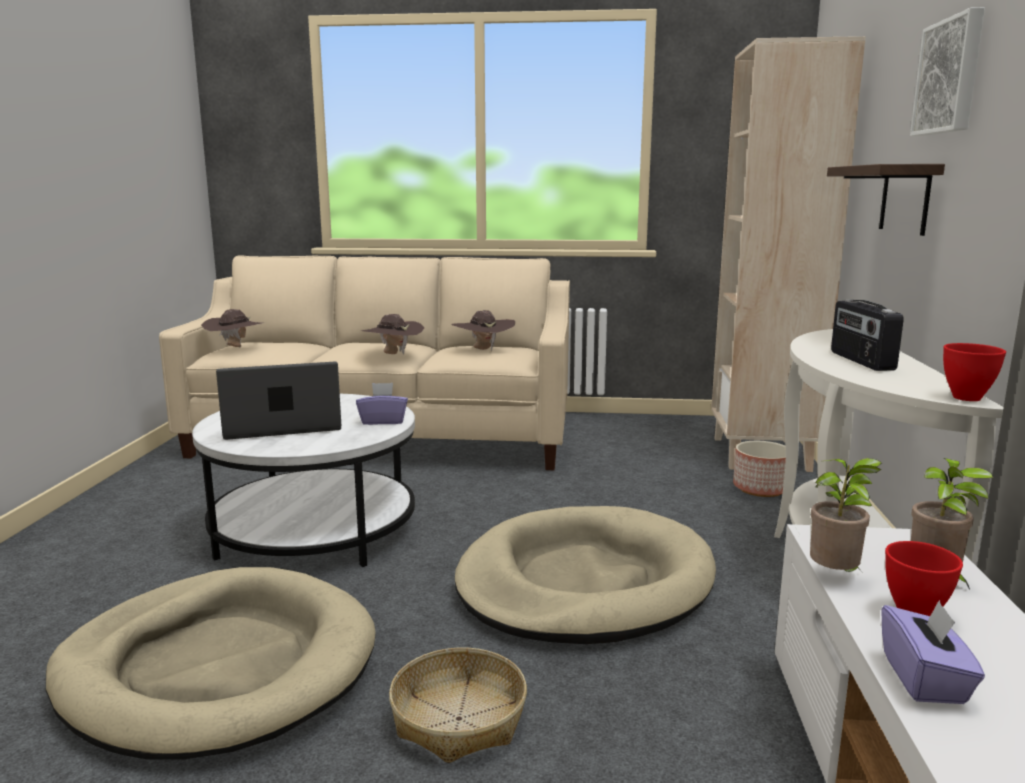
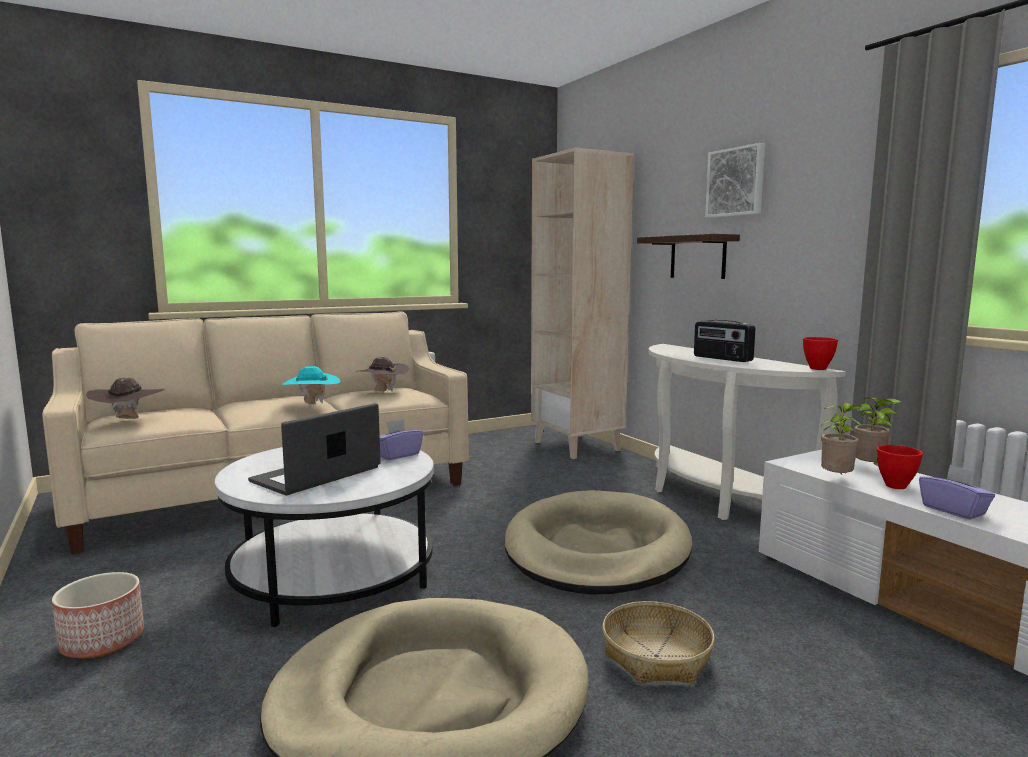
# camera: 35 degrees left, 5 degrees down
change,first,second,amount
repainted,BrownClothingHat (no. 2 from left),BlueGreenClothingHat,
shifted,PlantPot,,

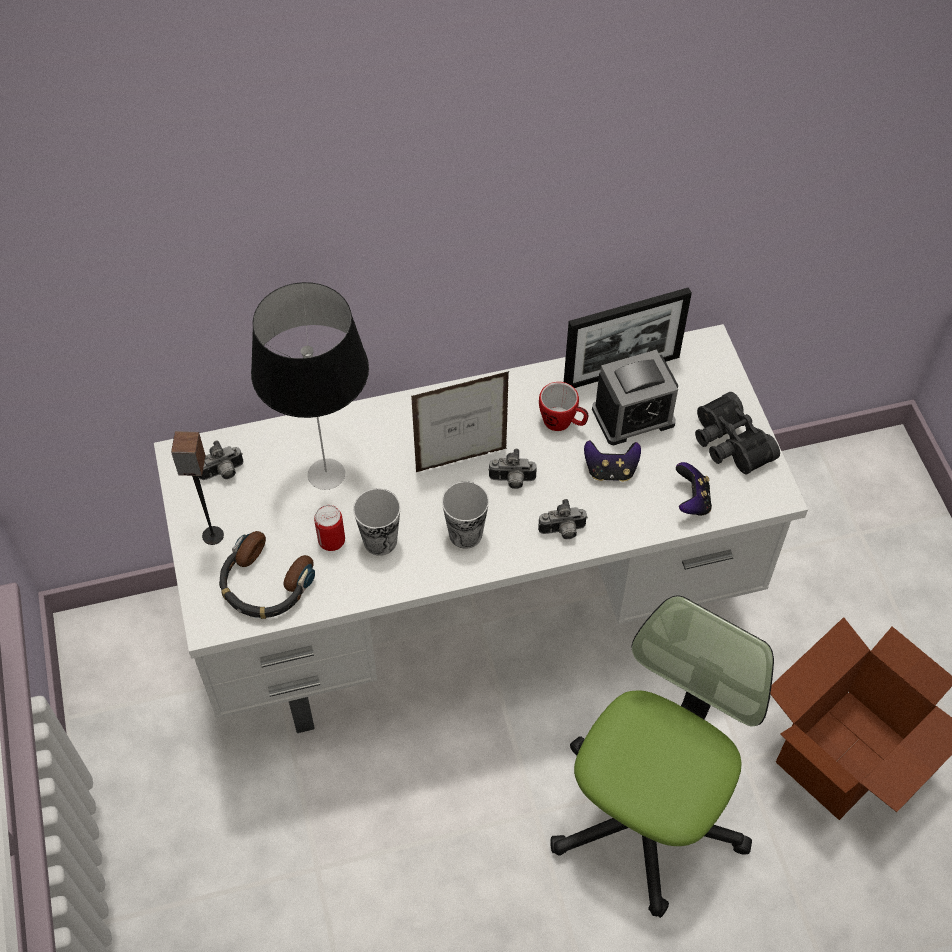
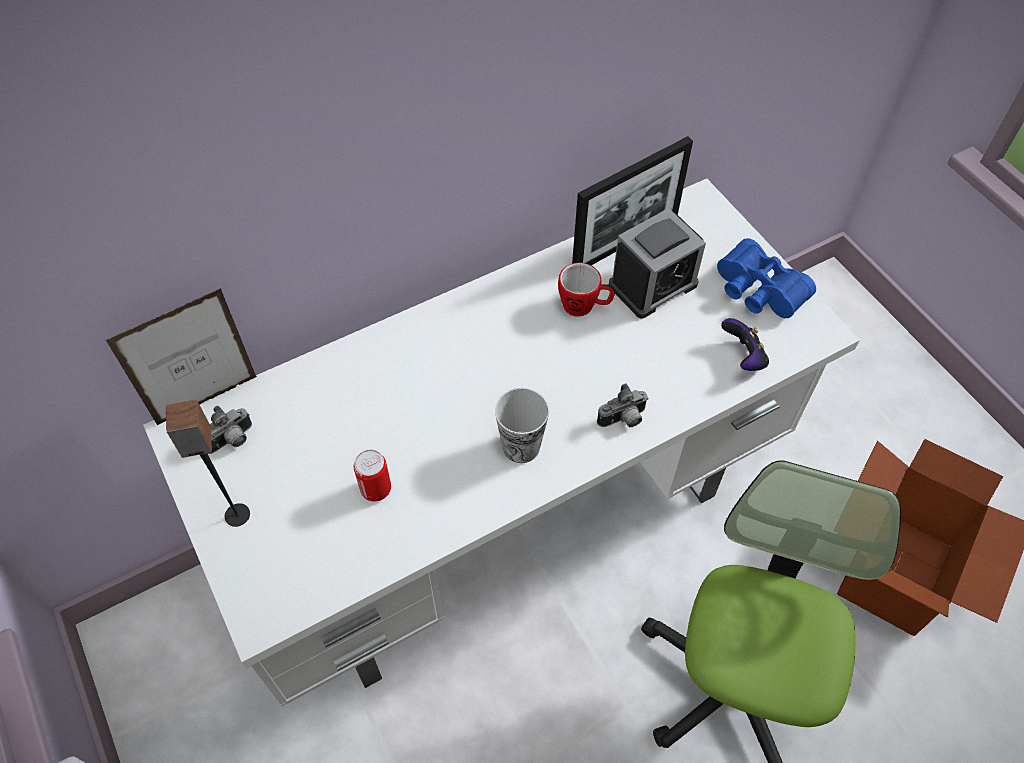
# camera: 15 degrees left, 0 degrees up
change,first,second,amount
gone,TableLamp,,
shifted,PhotoFrame (no. 1 from left),,
repainted,BlackColouredPairOfBinoculars,BlueColouredPairOfBinoculars,
gone,GameController (no. 1 from left),,
gone,PhotoCamera (no. 2 from left),,
gone,SmallCup (no. 1 from left),,
gone,Headphones,,

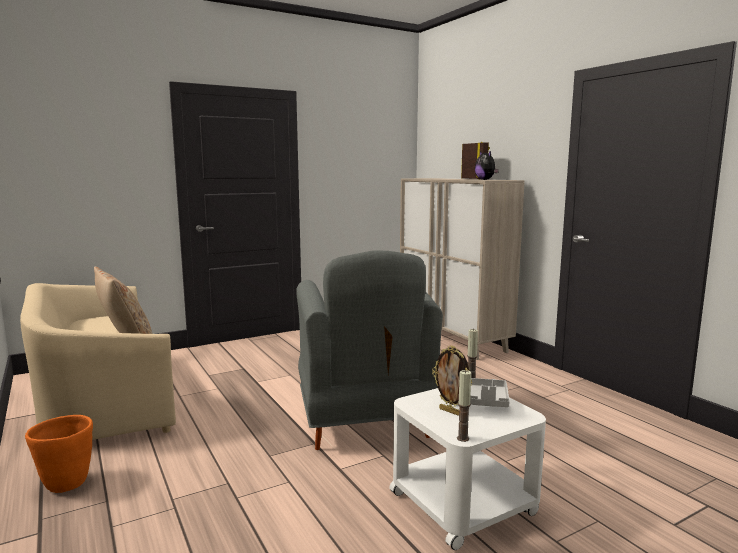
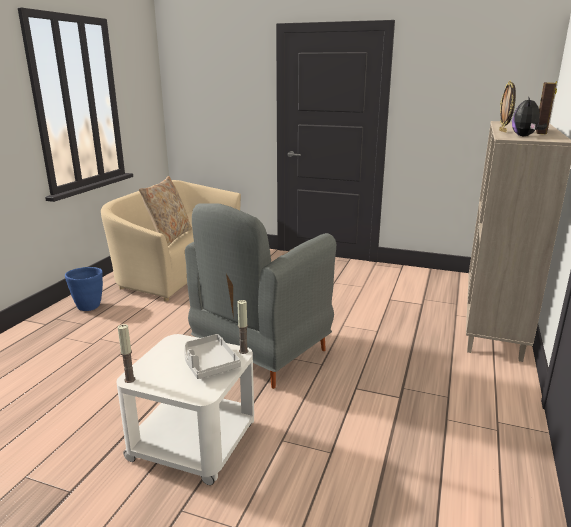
# camera: 50 degrees right, 10 degrees up
change,first,second,amount
shifted,PhotoFrame (no. 1 from left),,
repainted,OrangeColouredPlantPot,BlueColouredPlantPot,

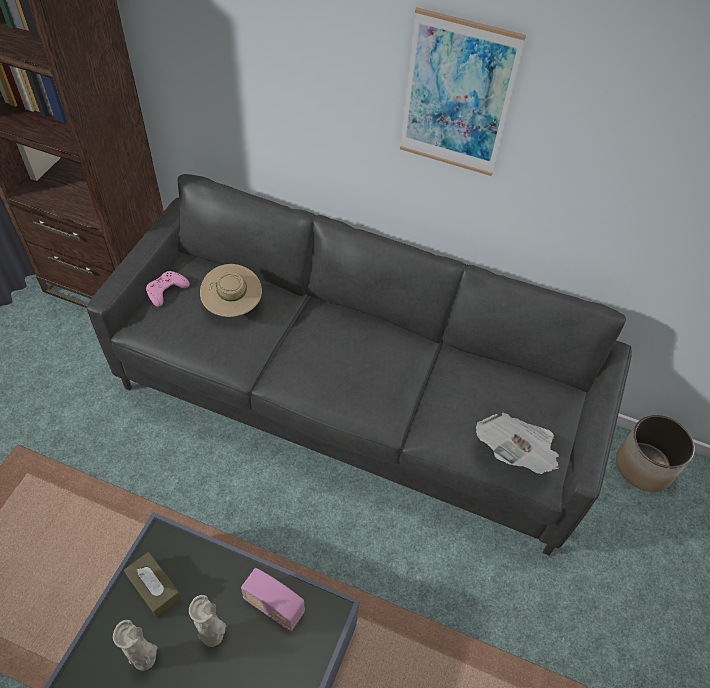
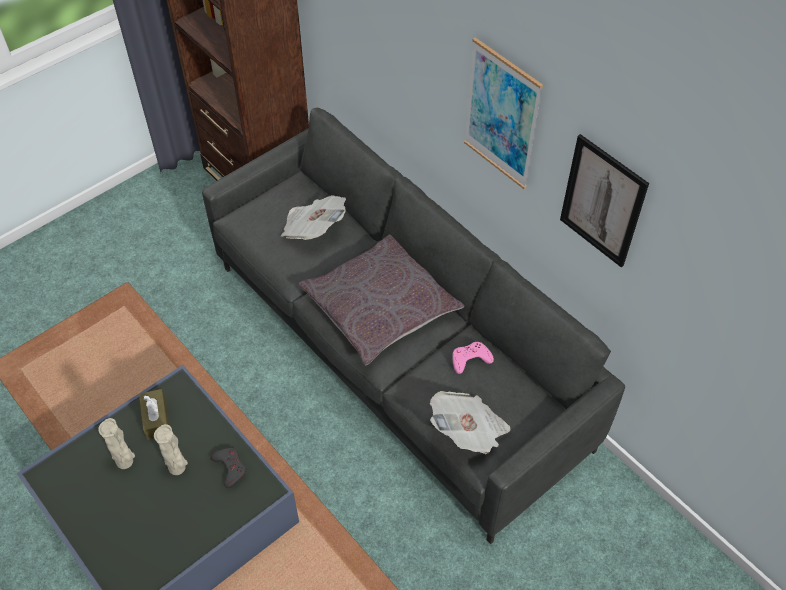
# camera: 30 degrees right, 0 degrees up
change,first,second,amount
swapped,BeigeColouredClothingHat,Newspaper (no. 1 from left),
shifted,PinkGameController,,
gone,PlantPot,,
swapped,RadioReceiver,GreyishGameController,
new,,WallArt (no. 2 from left),
new,,GreyishThrowPillow,

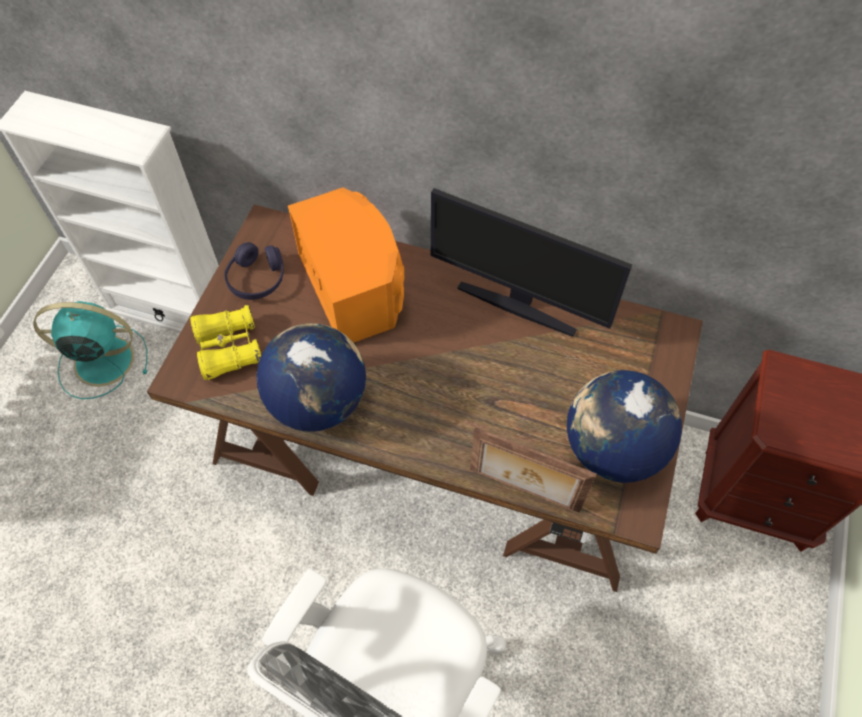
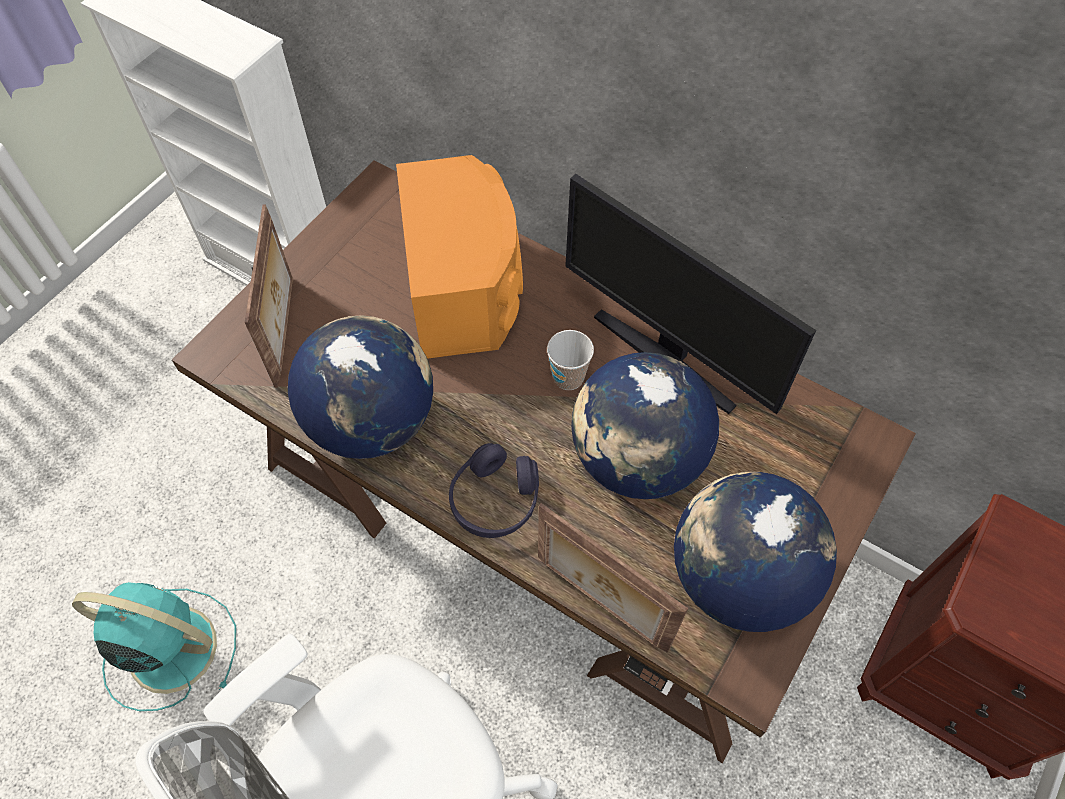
# camera: 15 degrees right, 0 degrees up
change,first,second,amount
shifted,PurpleColouredHeadphones,,
shifted,BlueGreenFan,,
swapped,YellowColouredPairOfBinoculars,PhotoFrame (no. 1 from left),
new,,SmallCup,
new,,Globe (no. 2 from left),

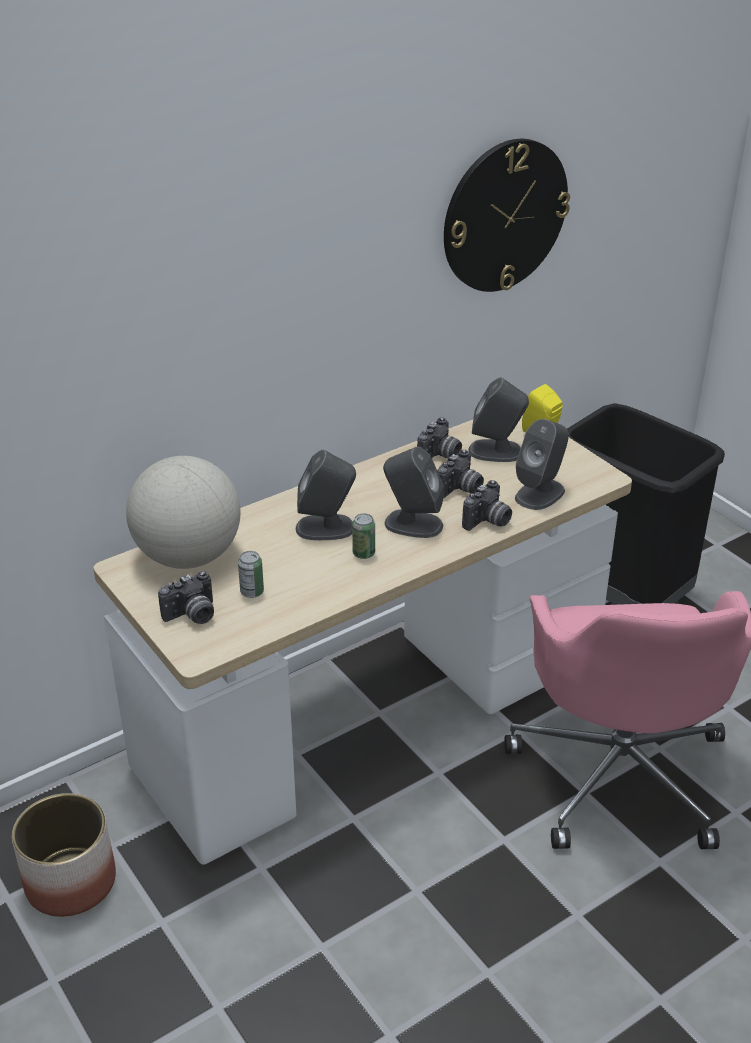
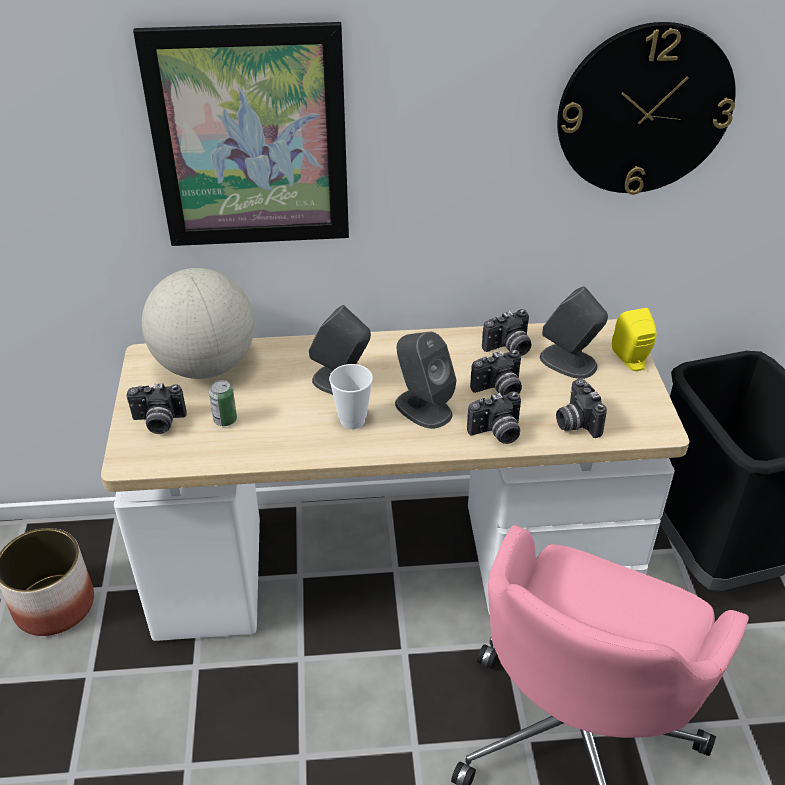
# camera: 30 degrees right, 5 degrees up
change,first,second,amount
swapped,GreyishLoudspeaker (no. 4 from left),PhotoCamera (no. 5 from left),
swapped,SealedCan (no. 2 from left),SmallCup,
new,,WallArt,

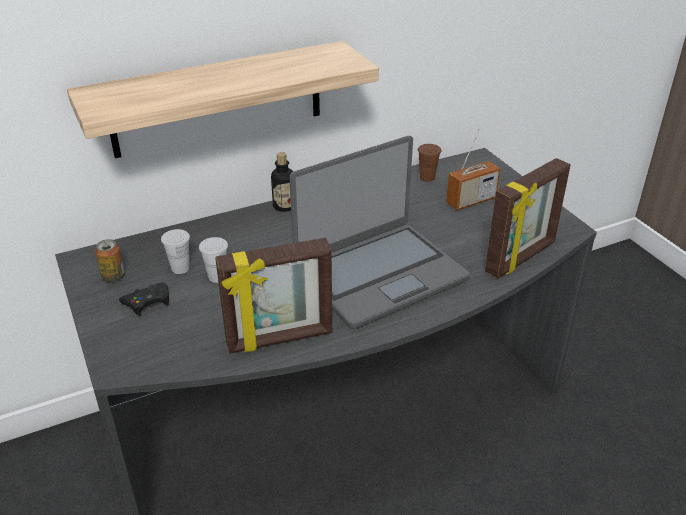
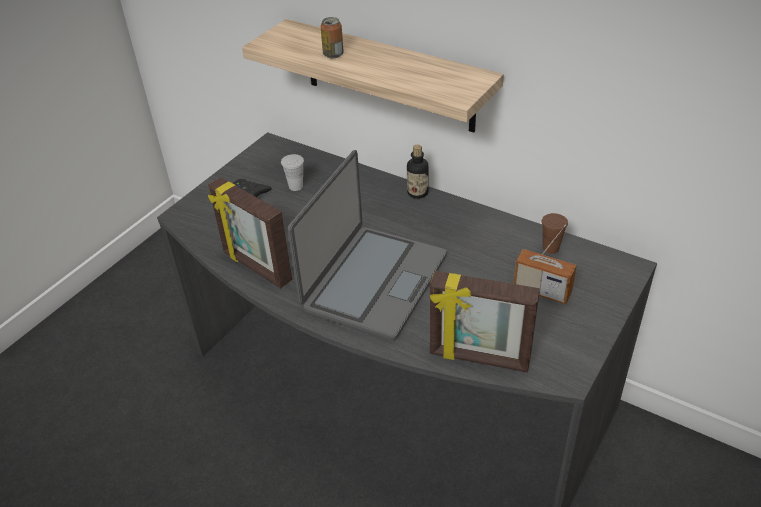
# camera: 60 degrees right, 5 degrees up
change,first,second,amount
rotated,PortableComputer,,90 degrees counterclockwise
gone,WhiteColouredSmallCup (no. 2 from left),,
shifted,SealedCan,,

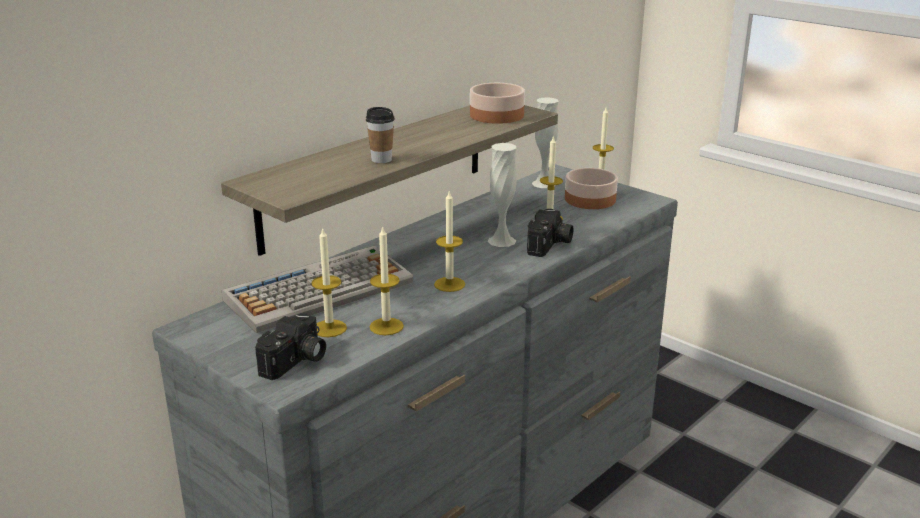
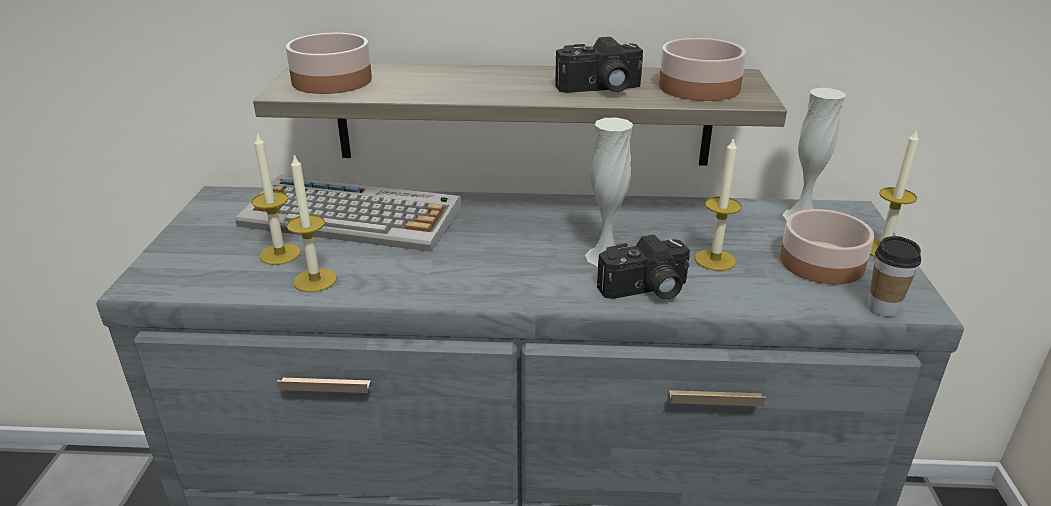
# camera: 50 degrees right, 5 degrees up
change,first,second,amount
shifted,SmallCup,,
gone,WaxLight (no. 3 from left),,
shifted,PhotoCamera (no. 1 from left),,
new,,ServingBowl (no. 1 from left),

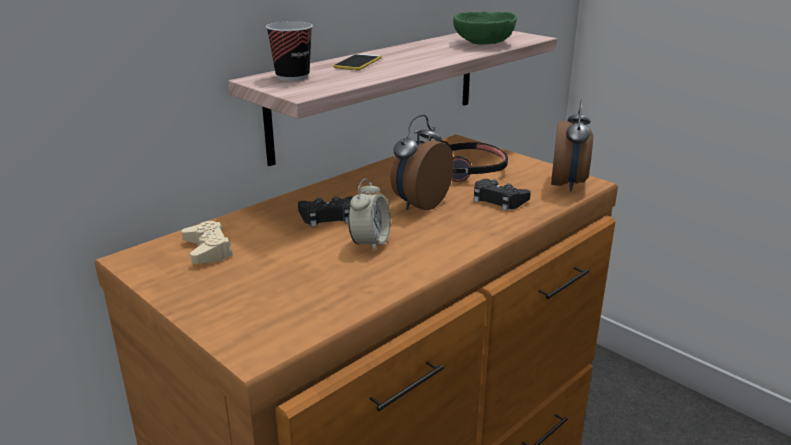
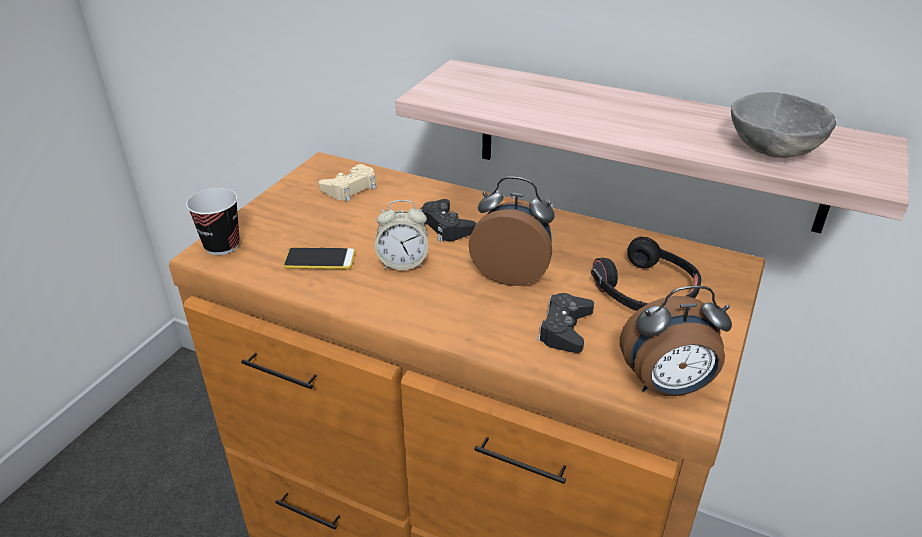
# camera: 70 degrees right, 10 degrees up
change,first,second,amount
repainted,GreenColouredServingBowl,GreyishServingBowl,
shifted,SmallCup,,
shifted,Phone,,

